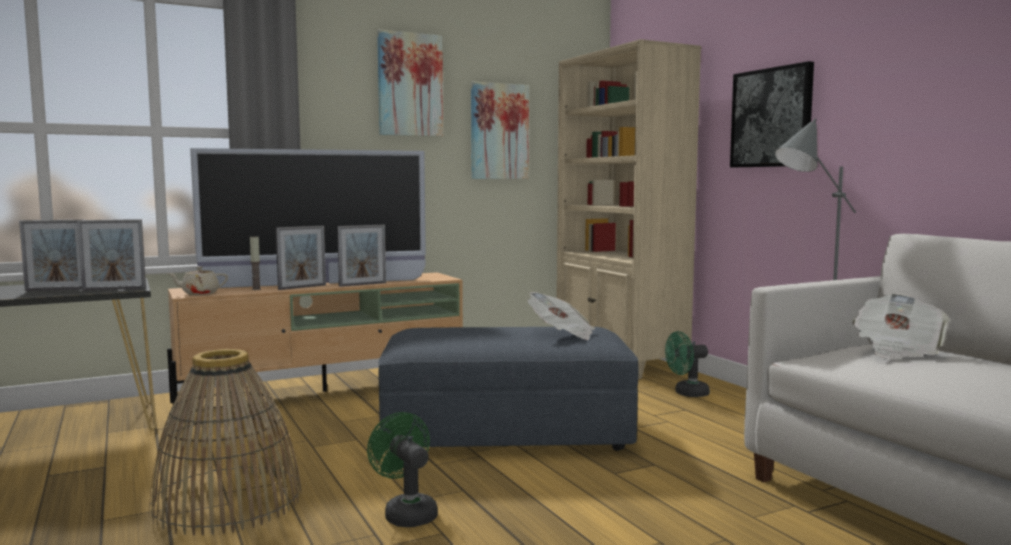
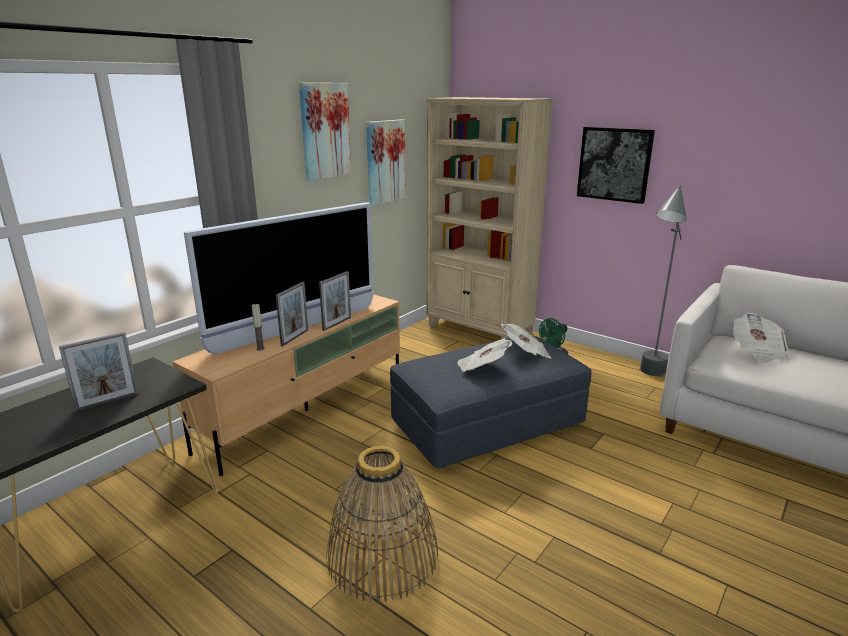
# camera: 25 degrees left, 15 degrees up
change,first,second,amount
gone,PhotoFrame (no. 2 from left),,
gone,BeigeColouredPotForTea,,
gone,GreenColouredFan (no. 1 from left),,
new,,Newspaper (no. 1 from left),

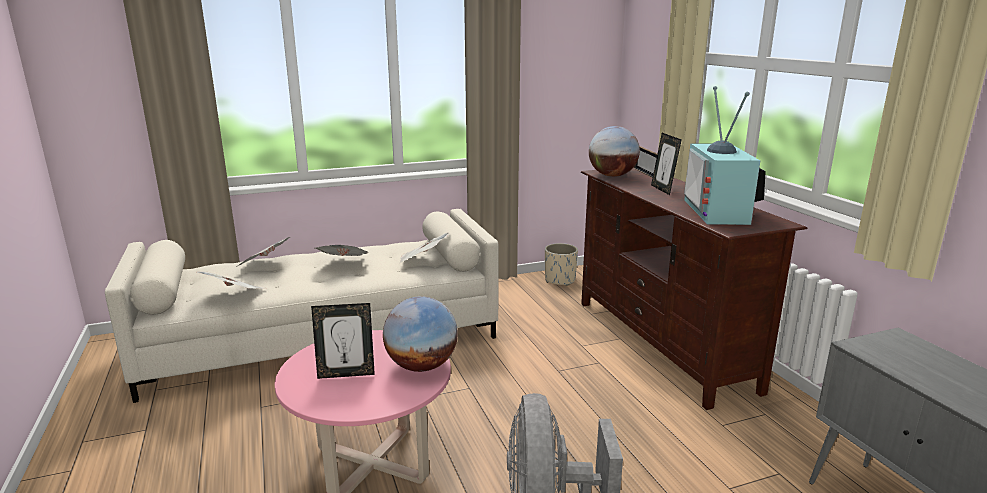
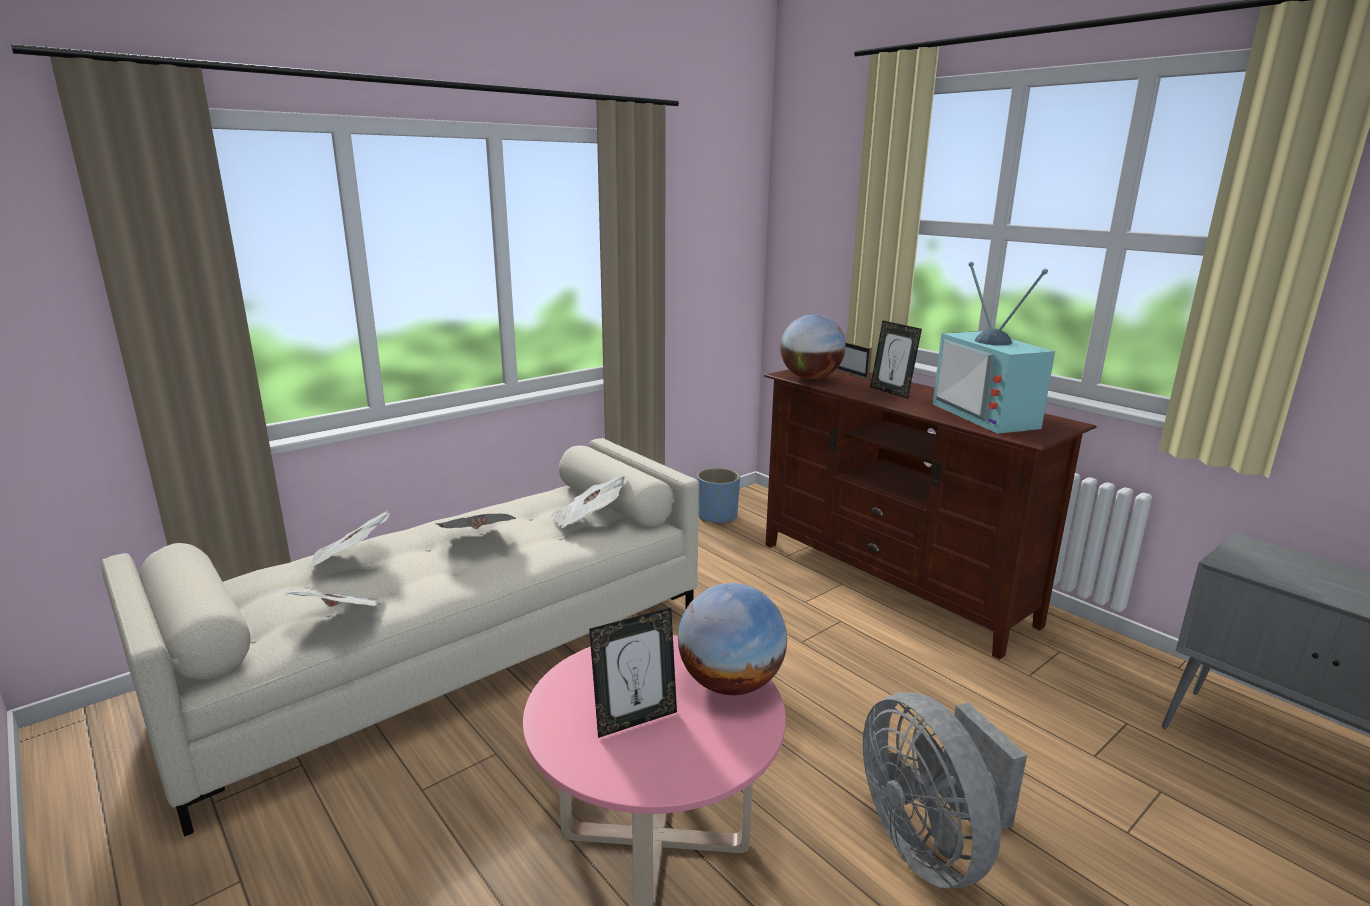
# camera: 20 degrees left, 0 degrees up
change,first,second,amount
repainted,BeigeColouredPlantPot,BlueColouredPlantPot,

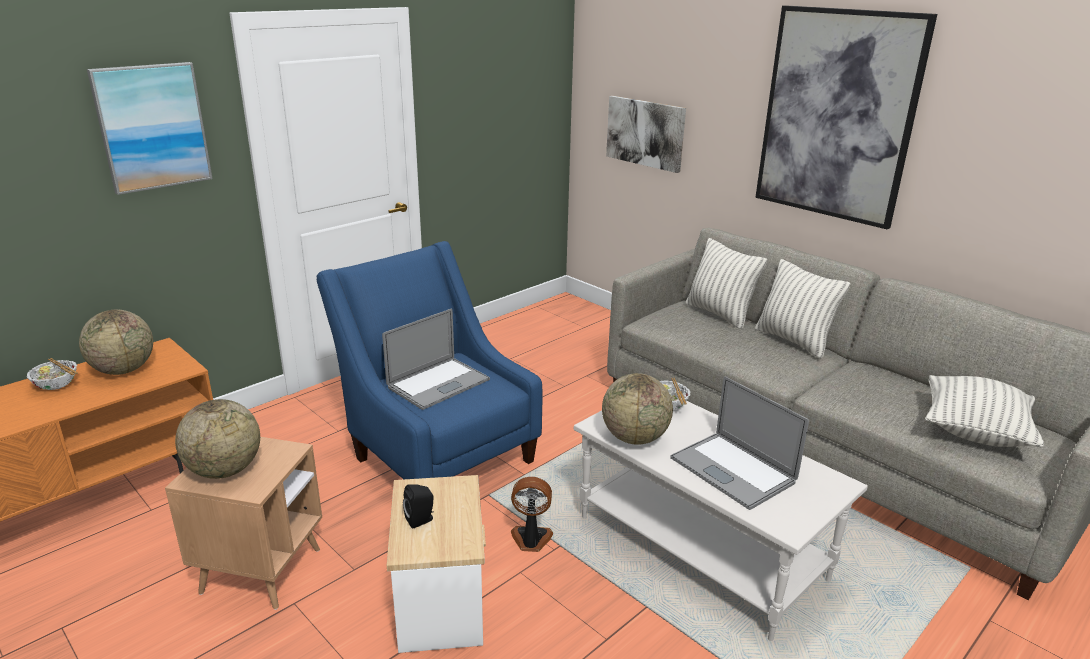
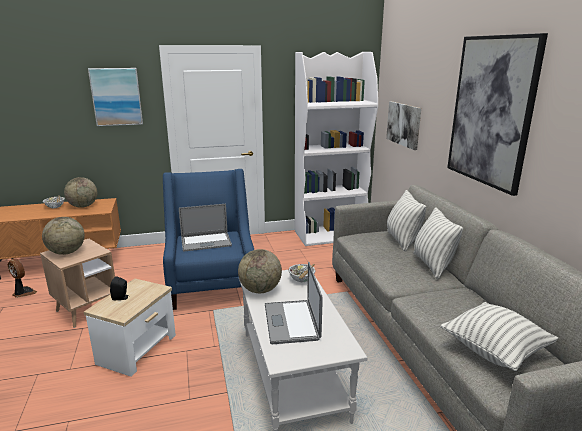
# camera: 30 degrees right, 5 degrees down
change,first,second,amount
shifted,Fan,,
new,,WhiteColouredBookshelf,

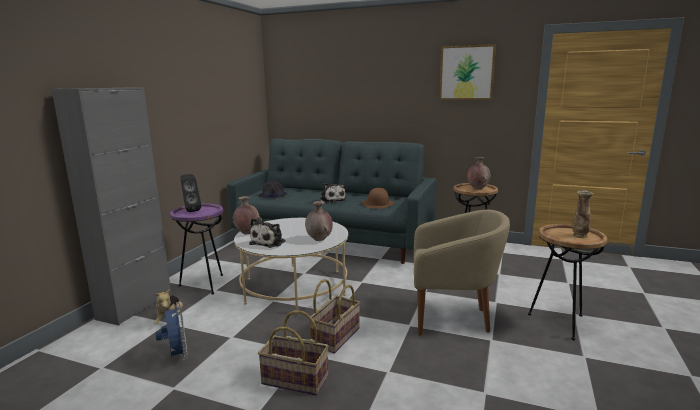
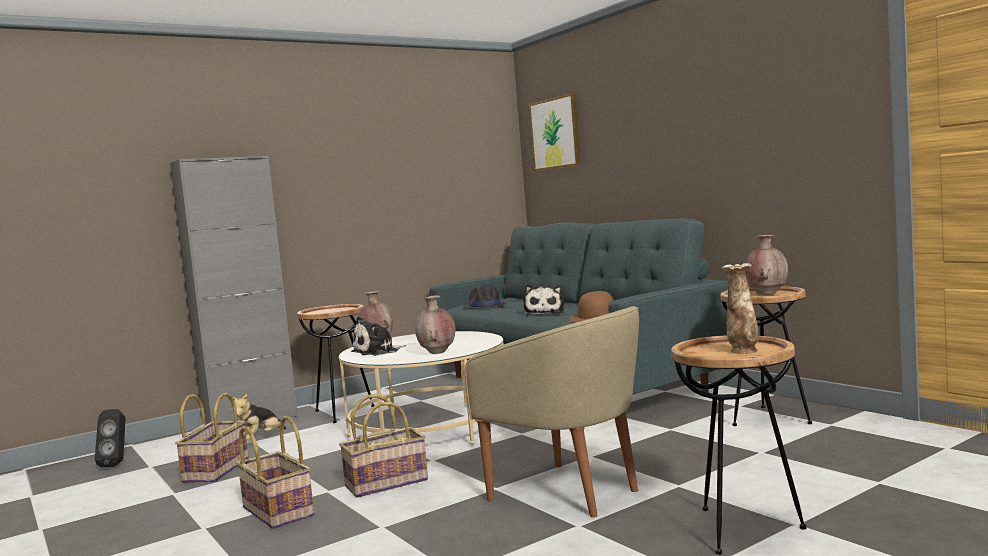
# camera: 35 degrees right, 10 degrees down
change,first,second,amount
shifted,WallArt,,
shifted,BlackColouredLoudspeaker,,
repainted,PurpleColouredEndTable,BrownEndTable (no. 1 from left),
swapped,BlueColouredFan,HouseholdBasket (no. 1 from left),

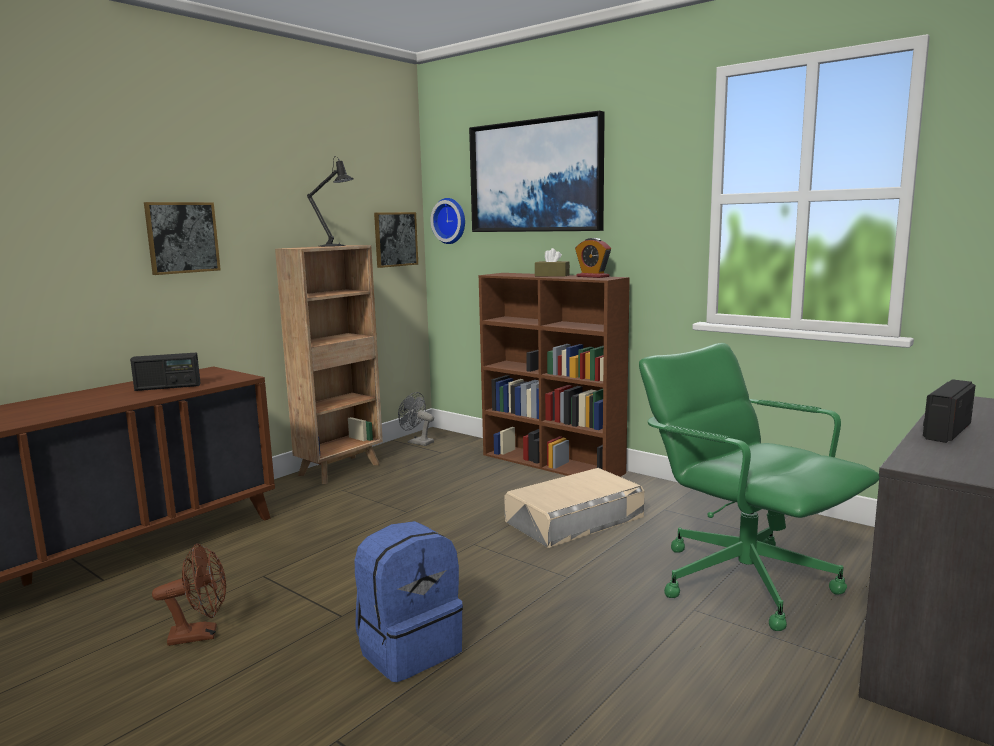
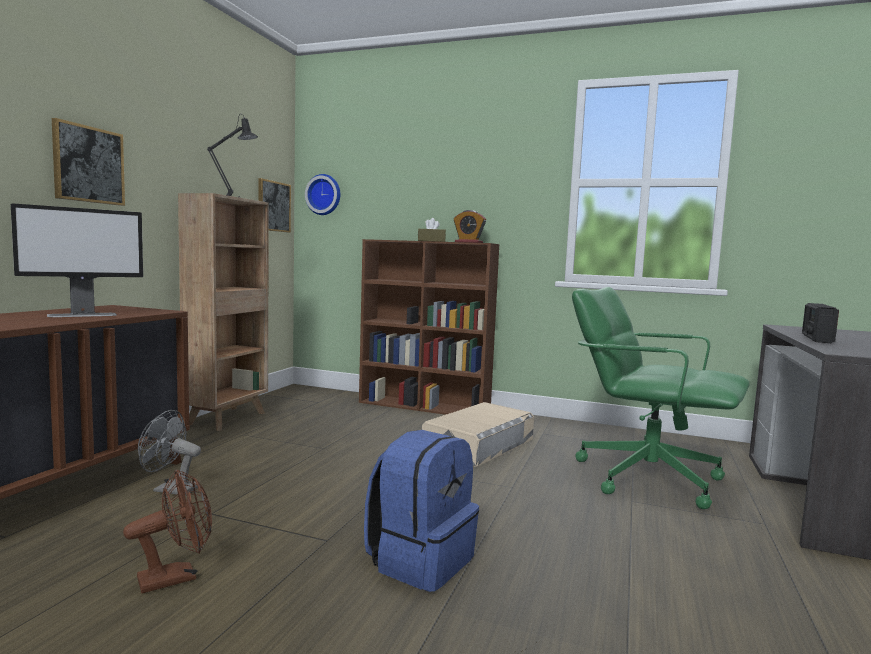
# camera: 20 degrees left, 5 degrees down
change,first,second,amount
gone,WallArt (no. 3 from left),,
swapped,RadioReceiver (no. 1 from left),ComputerDisplay,
shifted,GreyishFan,,

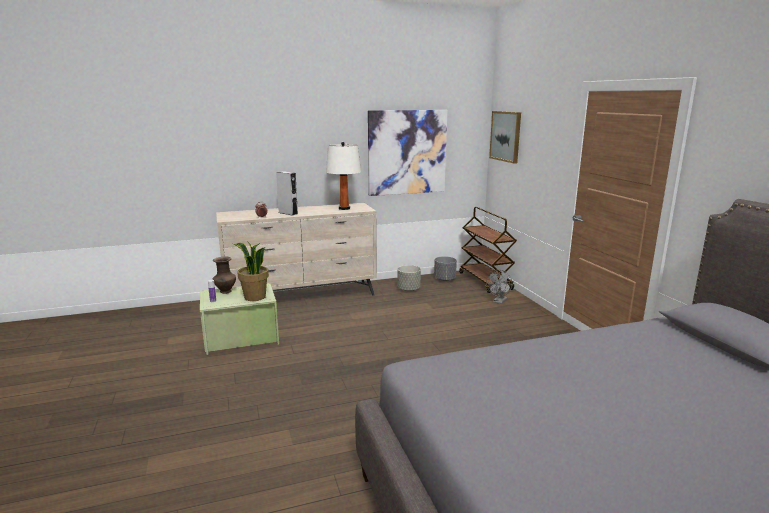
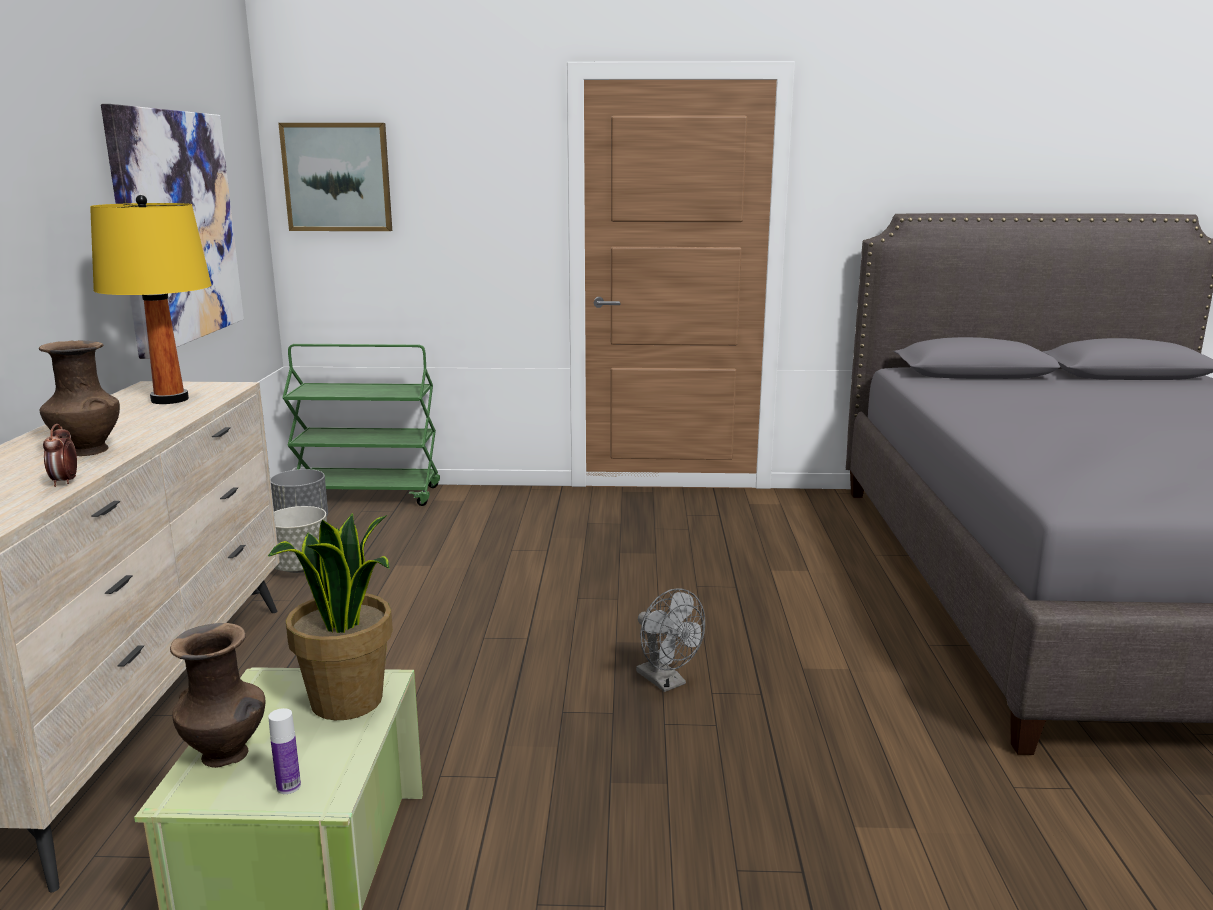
# camera: 70 degrees left, 0 degrees up
change,first,second,amount
repainted,WhiteColouredTableLamp,YellowColouredTableLamp,
swapped,GreyishLoudspeaker,BrownDecorativeVase (no. 1 from left),
repainted,BrownTrolley,GreenColouredTrolley,
shifted,GreyishFan,,

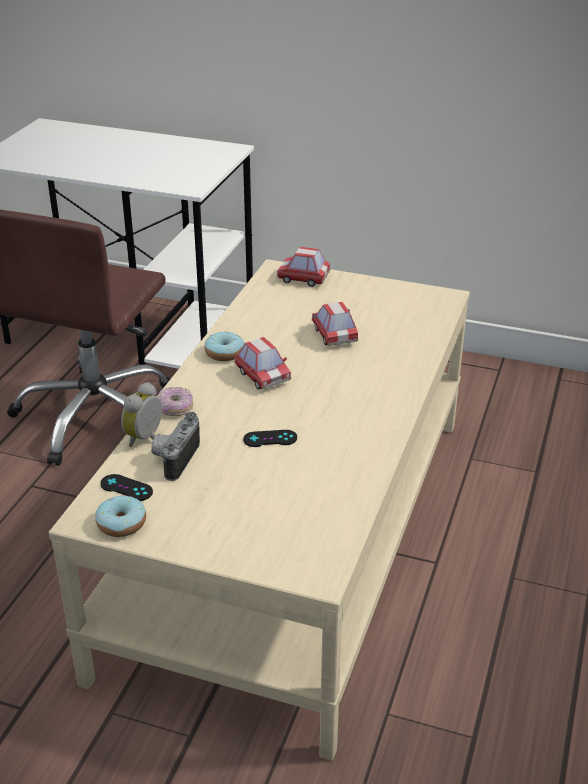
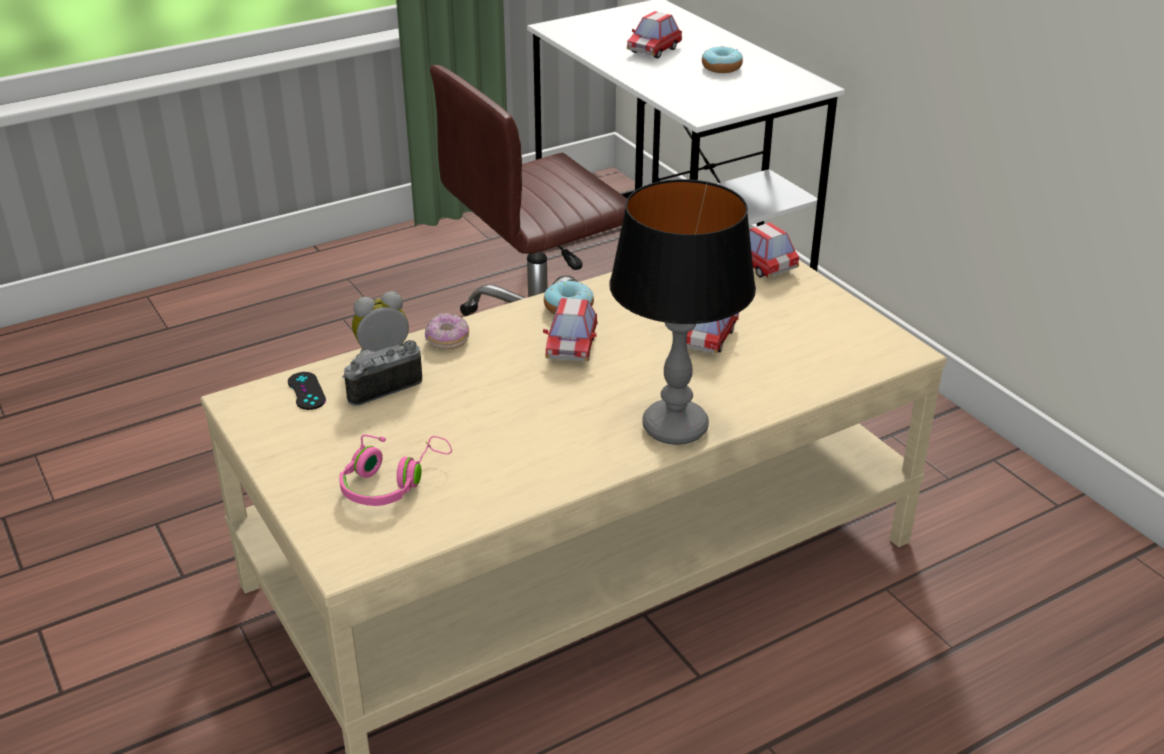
# camera: 40 degrees right, 0 degrees up
change,first,second,amount
gone,BlackColouredGameController (no. 2 from left),,
shifted,Donut (no. 1 from left in the first image),Donut (no. 3 from left),
new,,ModelCar (no. 2 from left),
new,,TableLamp,
new,,PinkHeadphones,

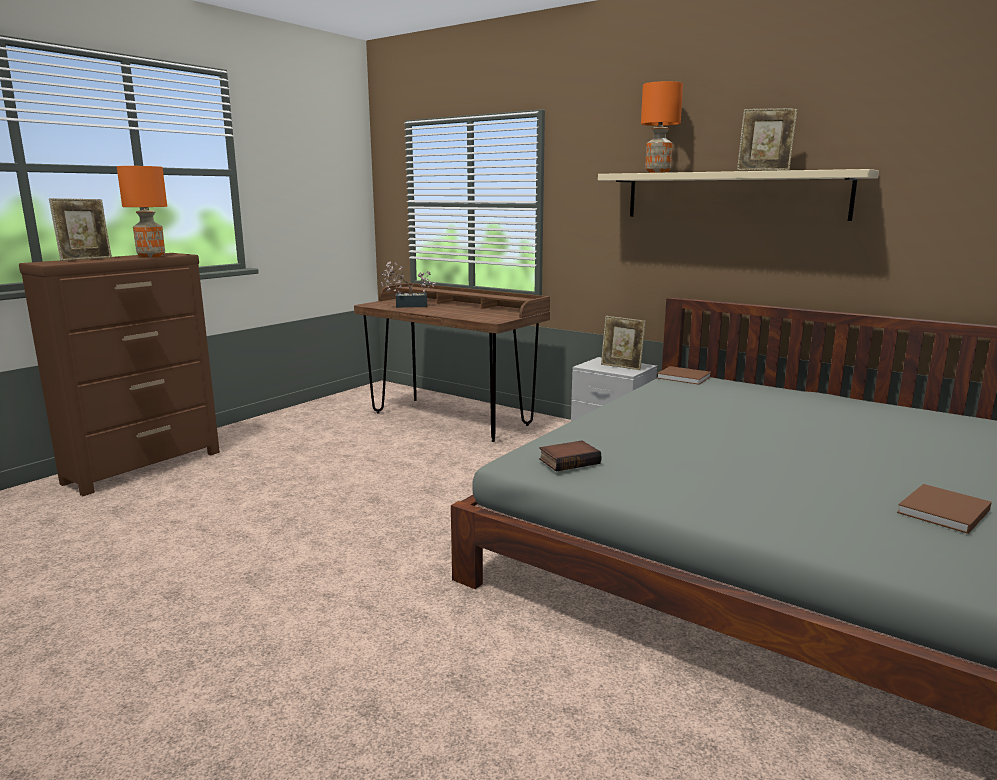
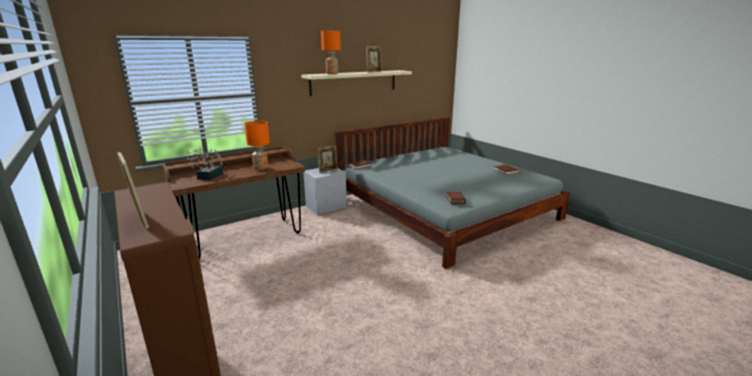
# camera: 70 degrees left, 5 degrees up
change,first,second,amount
shifted,OrangeColouredTableLamp (no. 1 from left),,

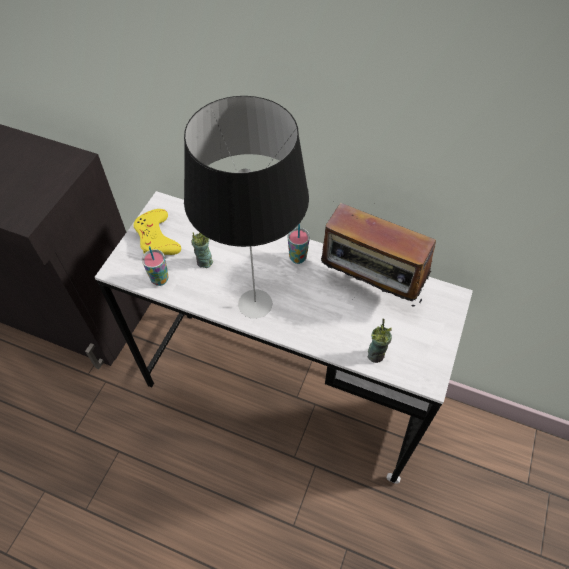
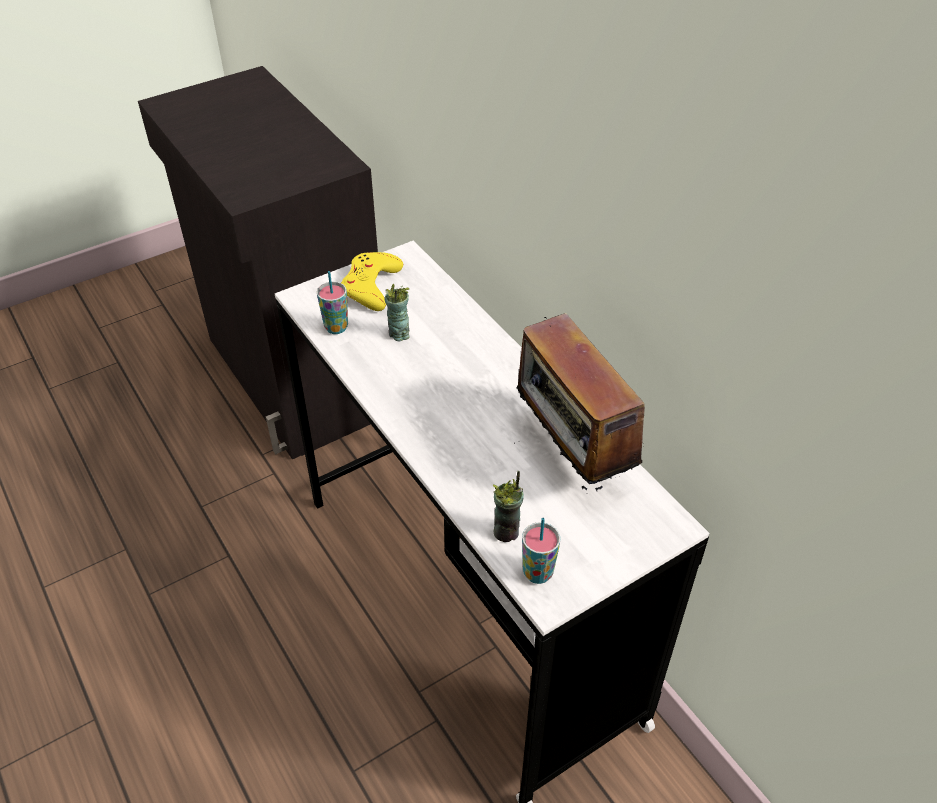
# camera: 35 degrees right, 10 degrees down
change,first,second,amount
gone,TableLamp,,
shifted,SmallCup (no. 3 from left in the first image),SmallCup (no. 4 from left),

